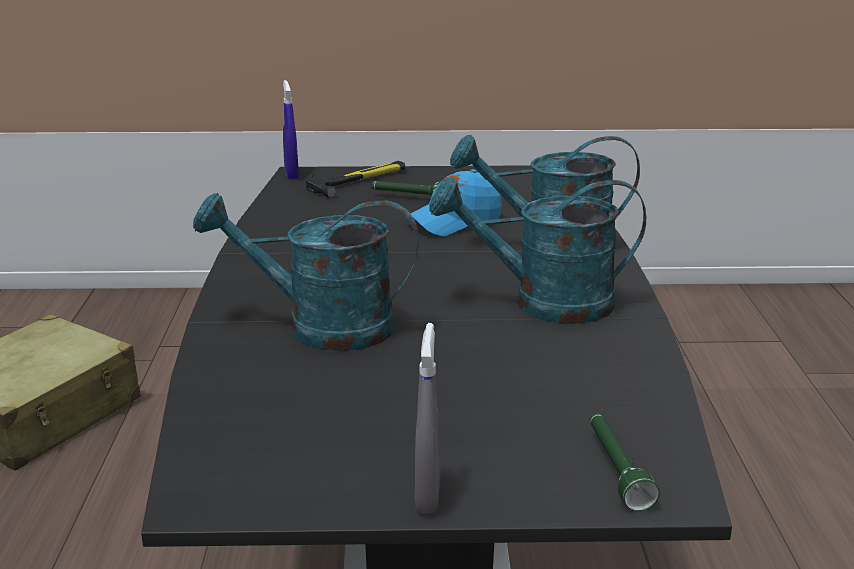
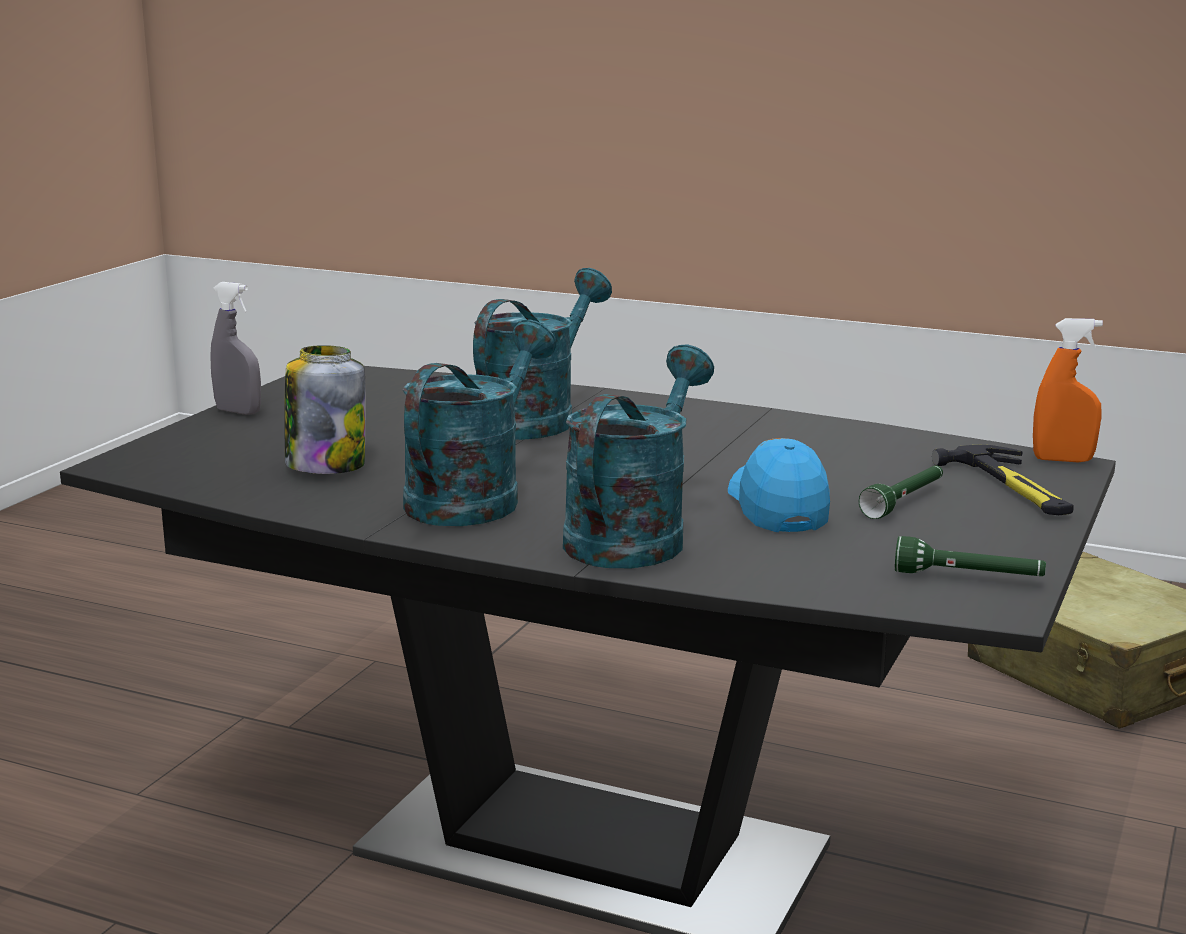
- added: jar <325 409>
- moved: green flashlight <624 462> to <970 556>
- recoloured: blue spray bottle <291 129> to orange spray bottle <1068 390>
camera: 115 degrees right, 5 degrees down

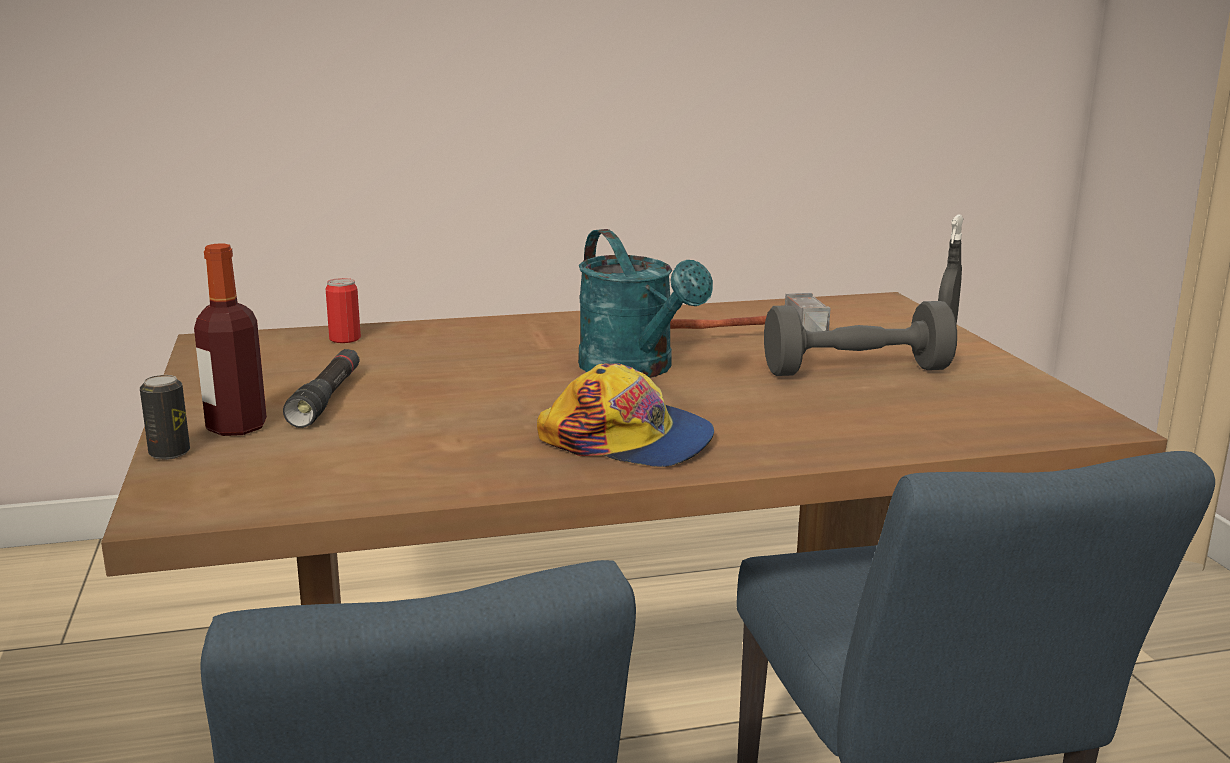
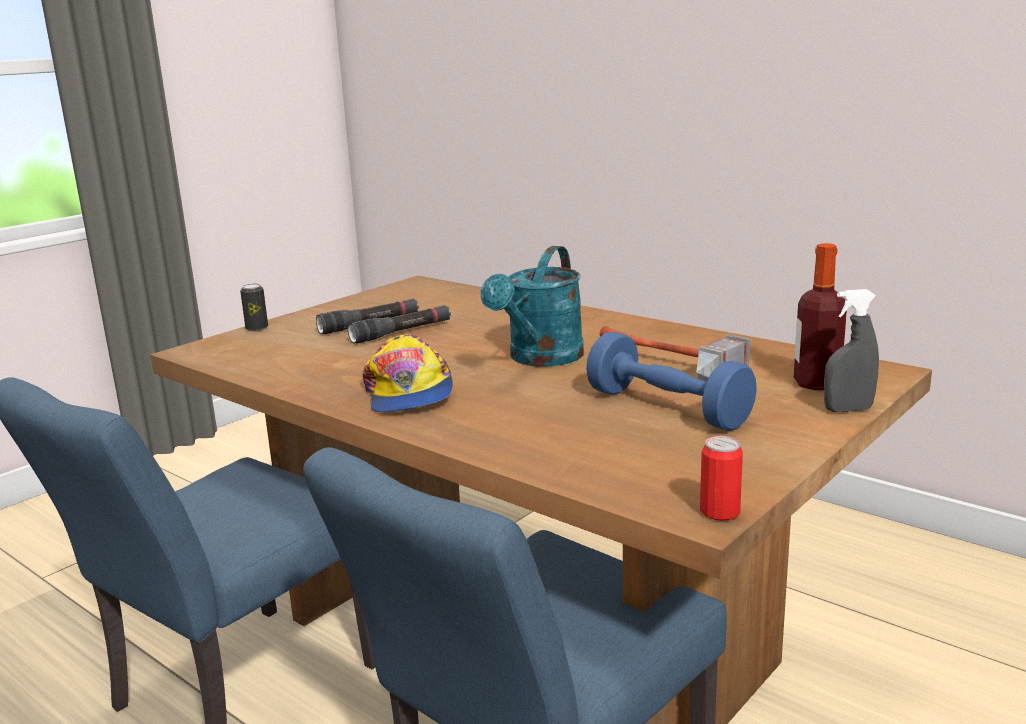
- added: black flashlight <399 324>
- moved: bottle <230 340> to <820 316>
- moved: can <343 310> to <721 478>
- recoloured: grey dumbbell <860 338> to blue dumbbell <671 381>
camera: 55 degrees right, 0 degrees up

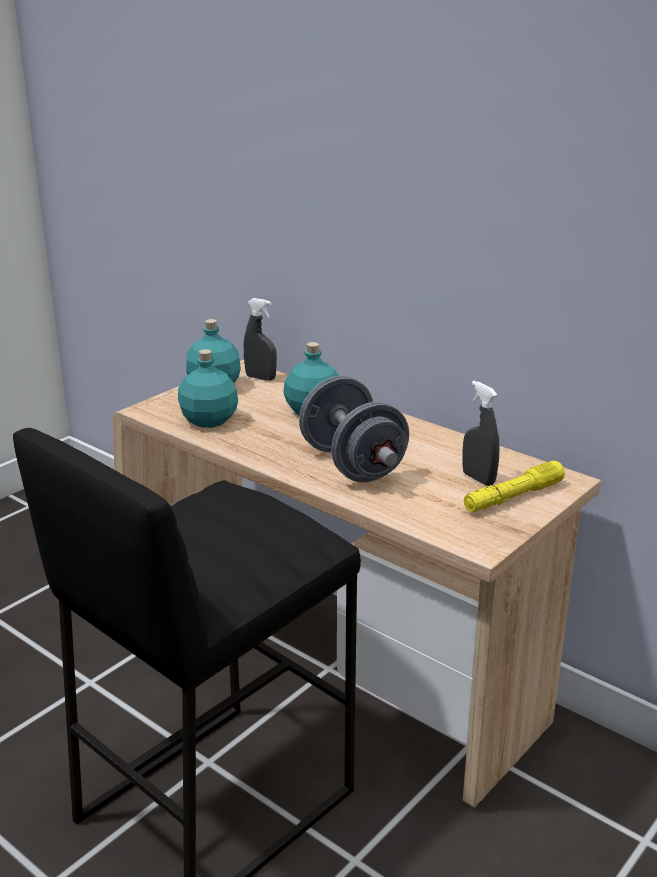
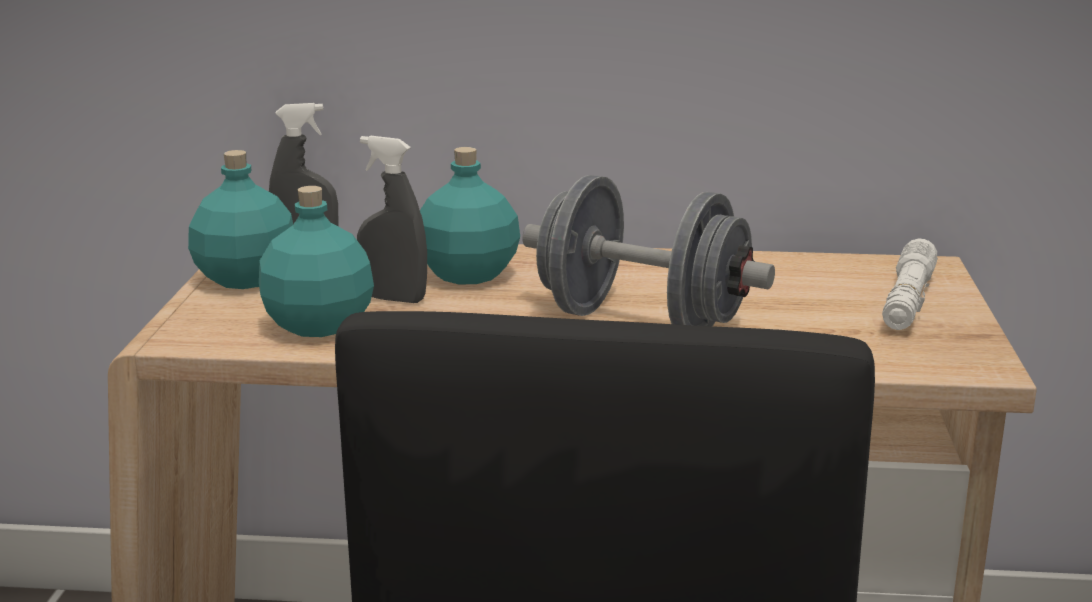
- moved: grey spray bottle <481 433> to <392 219>
- recoloured: yellow flashlight <514 486> to white flashlight <910 284>
camera: 35 degrees left, 5 degrees down

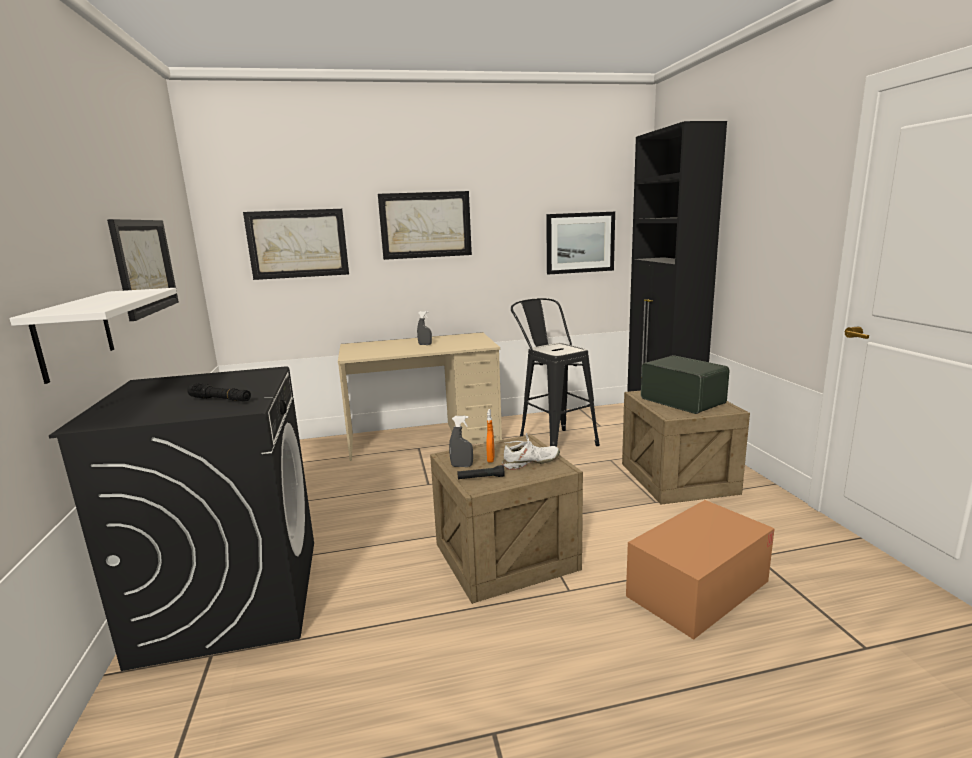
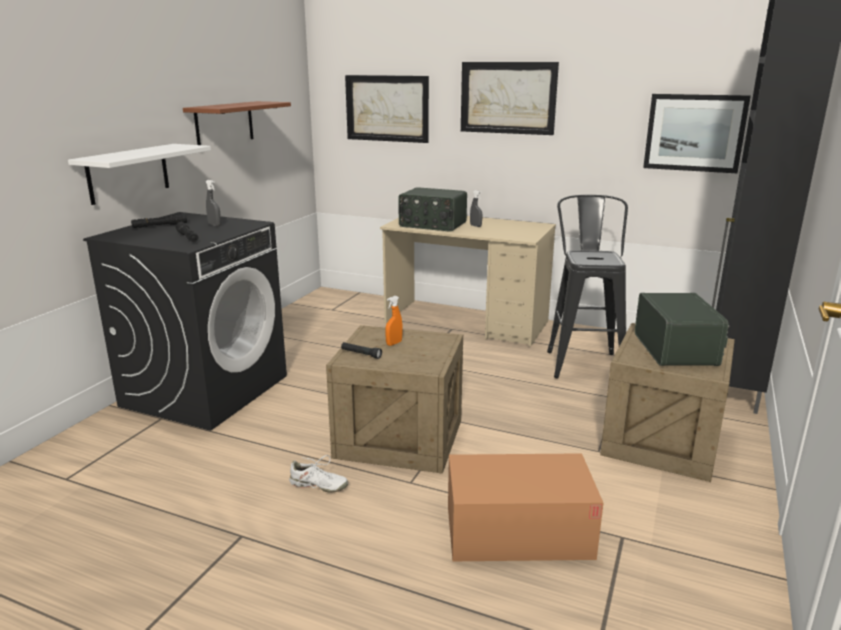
- added: black flashlight <159 221>
- added: radio <432 209>
- moved: grey spray bottle <461 441> to <213 203>
- moved: white shoe <531 451> to <318 474>
- replaced: picture <143 270> to brown shelf <237 123>
camera: 35 degrees right, 5 degrees up

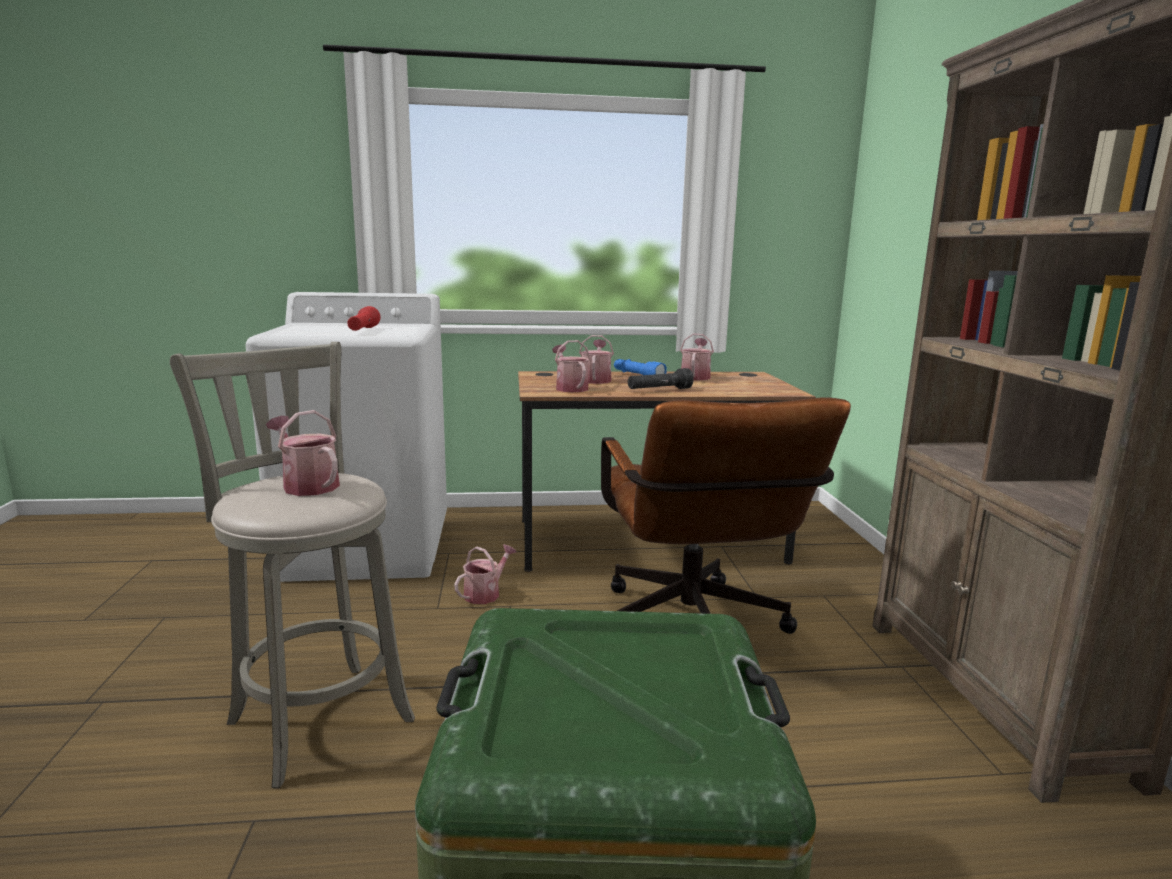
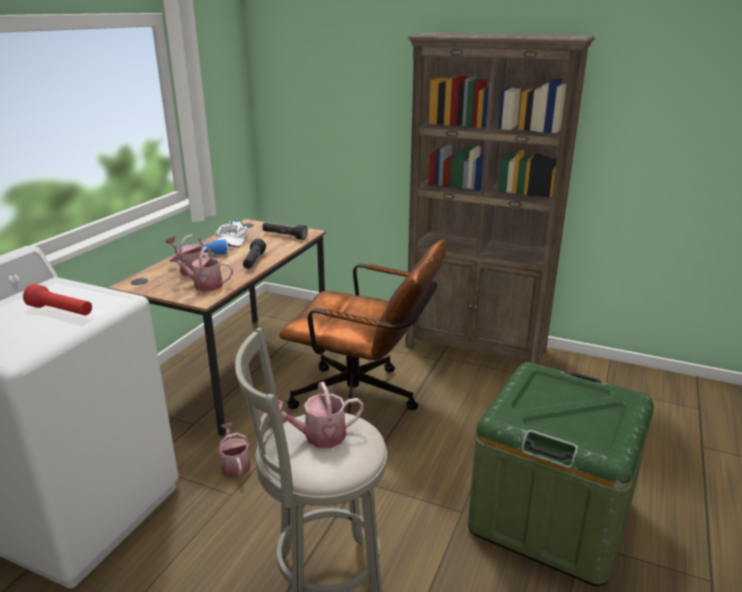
- added: black flashlight <285 231>
- replaced: watering can <697 357> to white cap <231 234>
camera: 60 degrees left, 10 degrees up

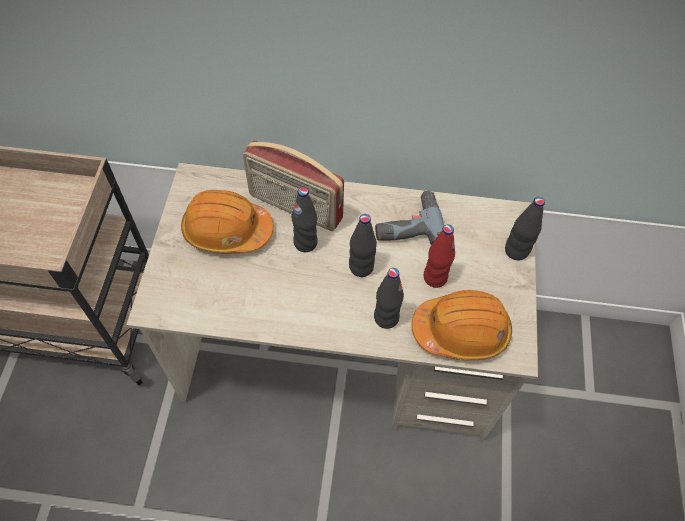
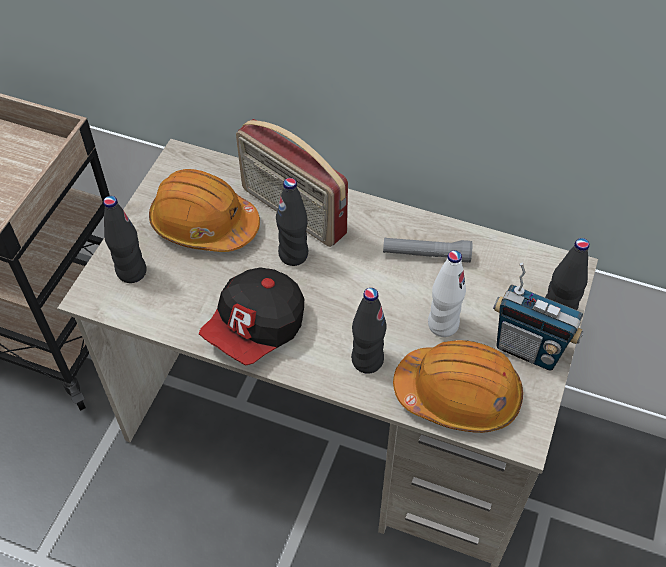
- added: cap <251 316>
- added: radio <538 317>
- moved: black bottle <363 245> to <125 239>
- replaced: power drill <410 217> to grey flashlight <427 249>
- recoloured: red bottle <439 256> to white bottle <447 293>
camera: 15 degrees right, 5 degrees down

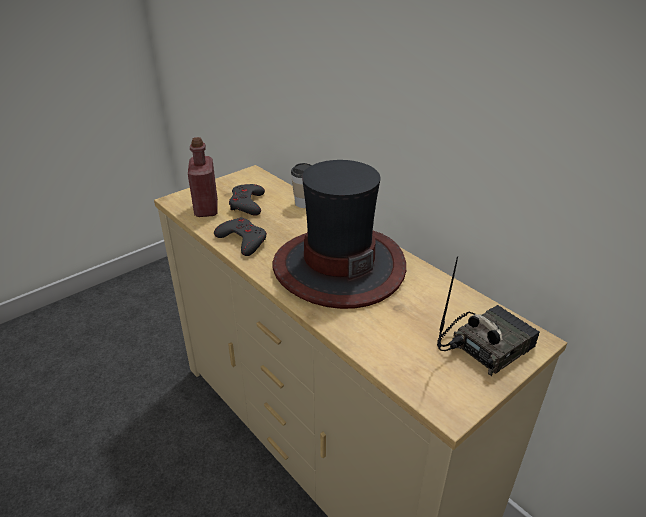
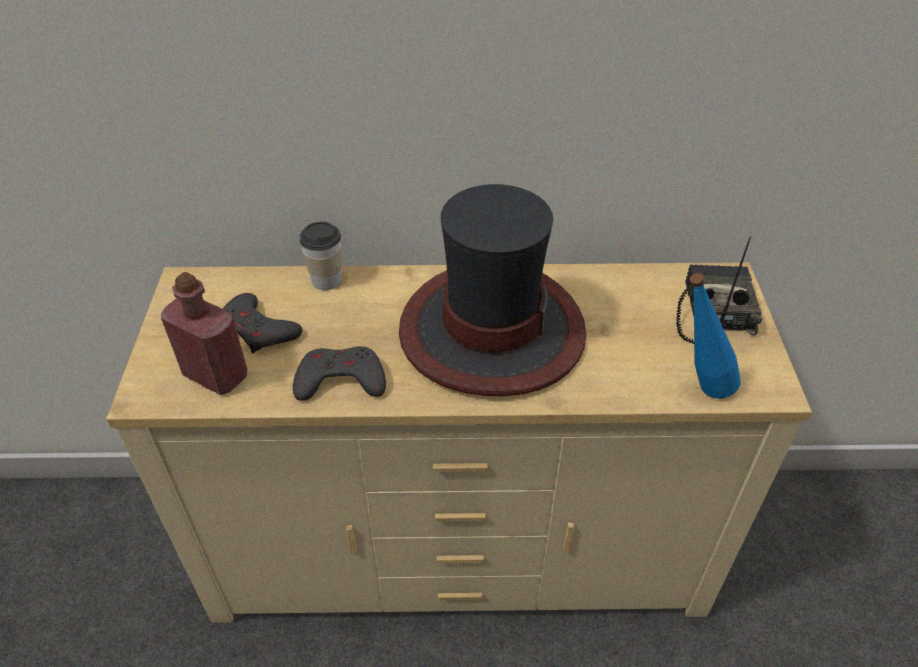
- added: blue bottle <715 335>
camera: 50 degrees left, 10 degrees up

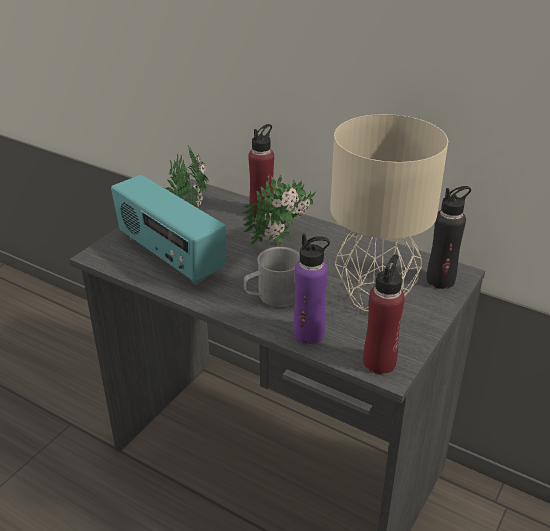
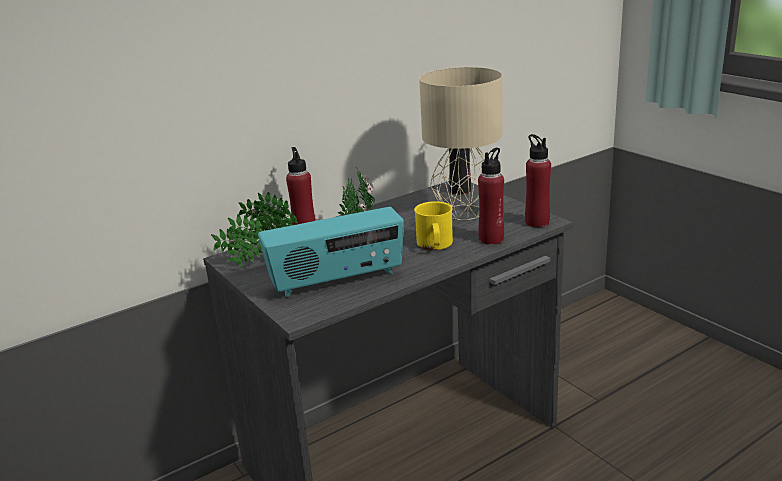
- recoloured: grey mug <272 277> to yellow mug <433 225>
- recoloured: purple bottle <311 289> to red bottle <491 196>
camera: 65 degrees left, 10 degrees down

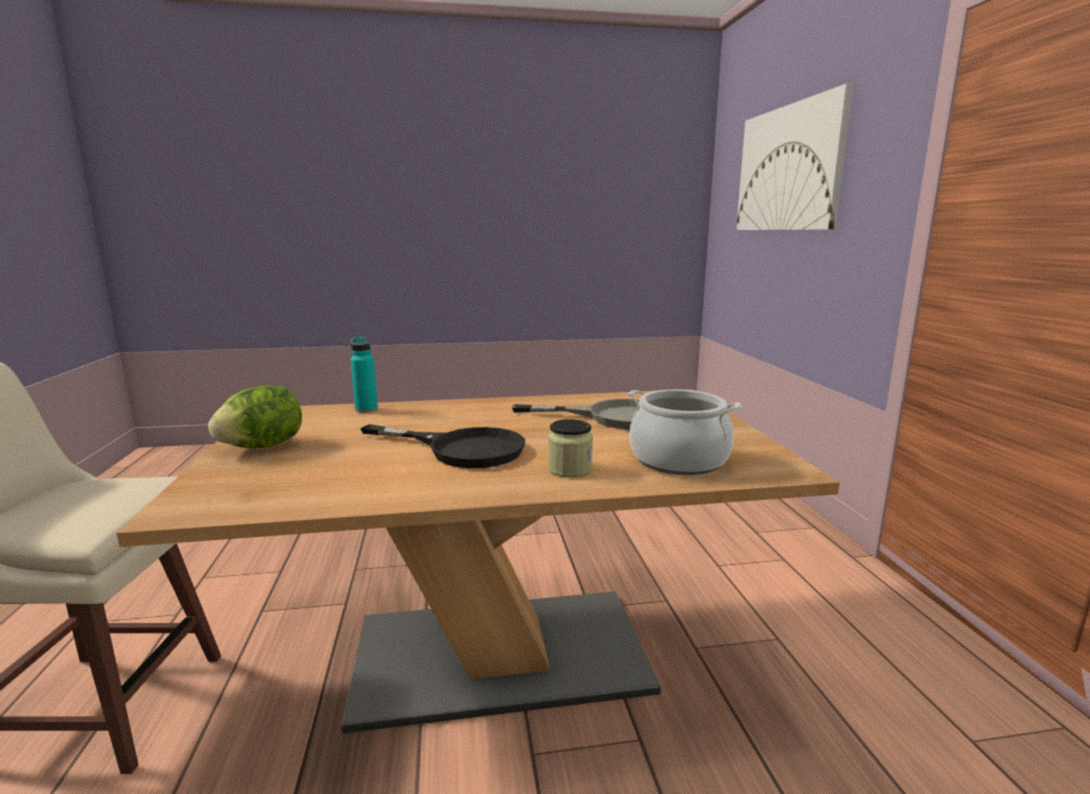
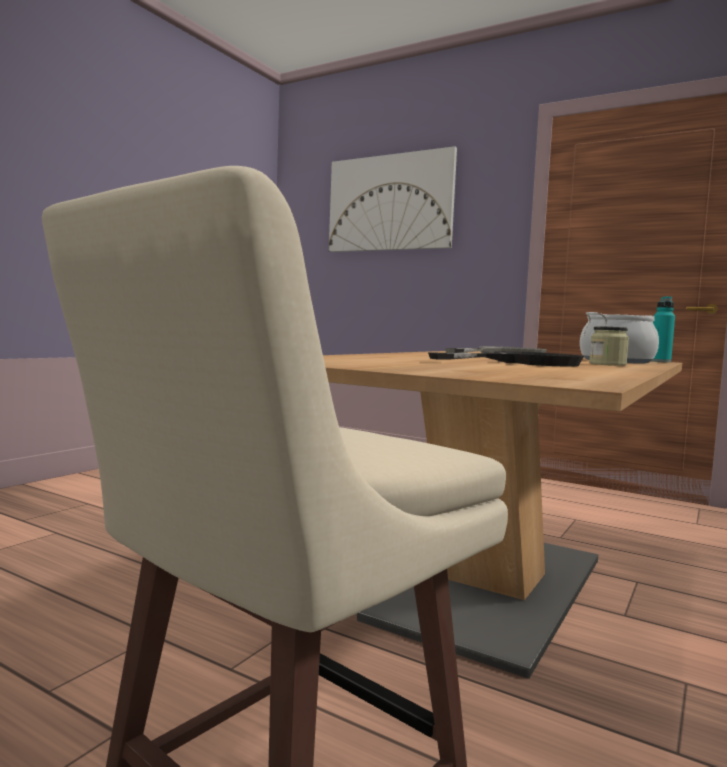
- removed: lettuce <255 417>
- moved: turquoise bottle <364 375> to <663 329>
camera: 50 degrees left, 10 degrees down

